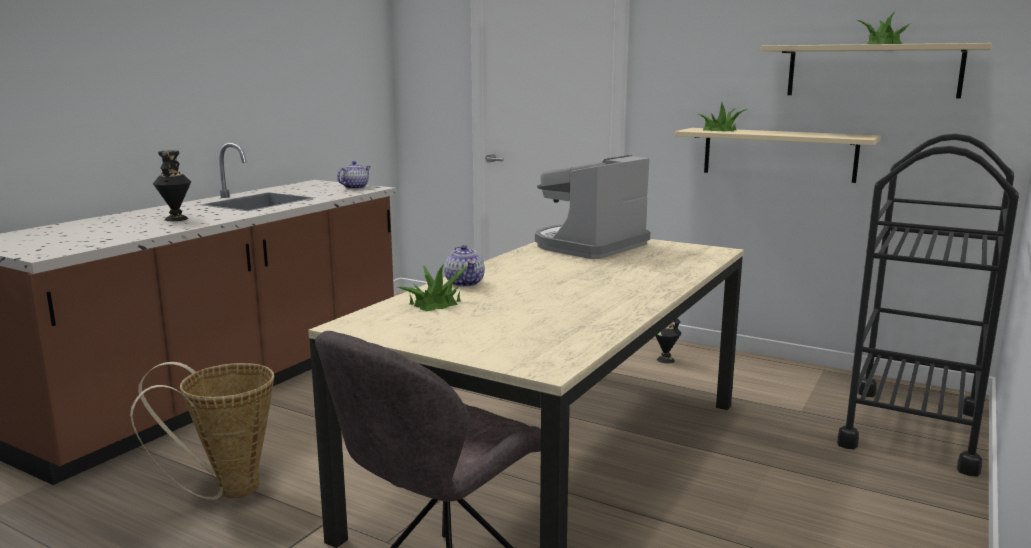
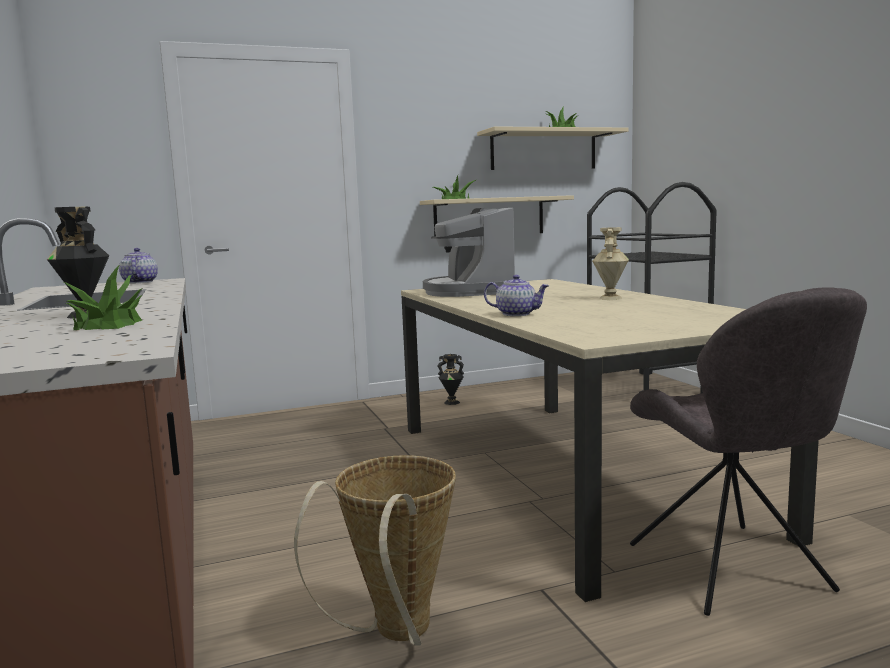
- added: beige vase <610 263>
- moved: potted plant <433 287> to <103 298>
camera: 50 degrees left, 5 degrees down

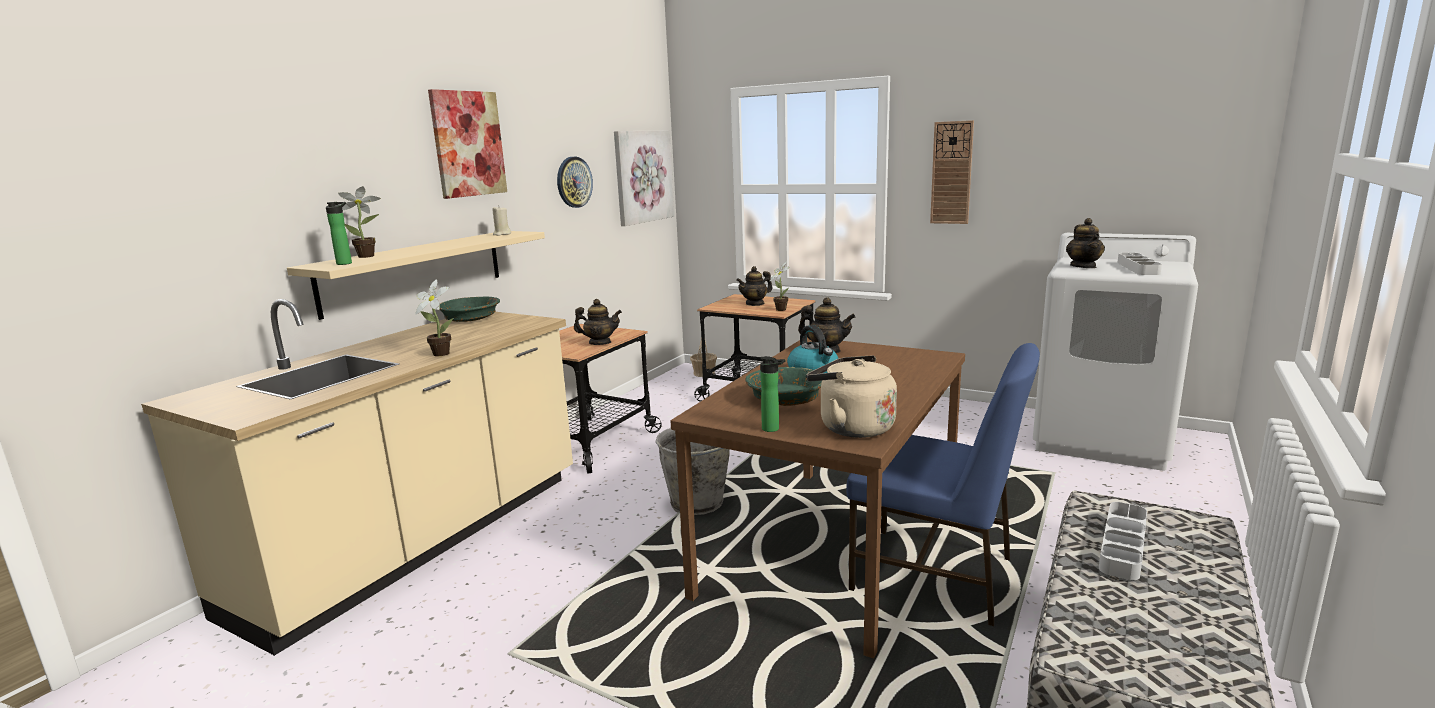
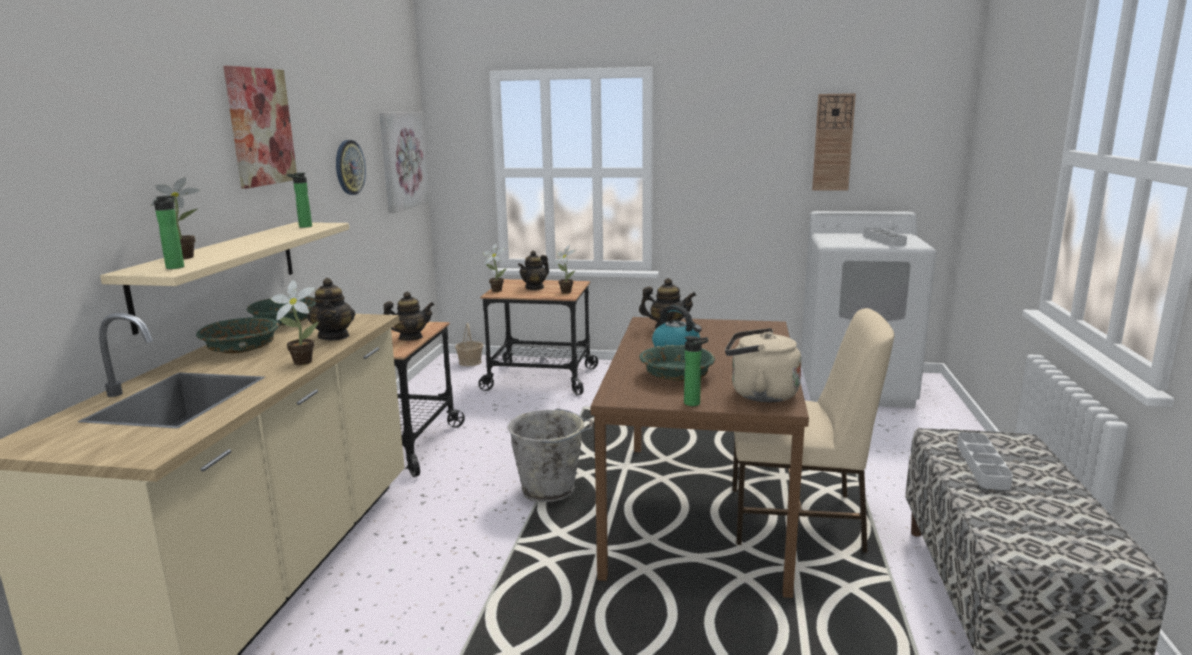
- added: green bowl <237 335>
- added: potted plant <495 268>
- moved: wall clock <952 172> to <834 142>
- moved: teapot <1085 243> to <331 309>
- replaced: beige candle <501 220> to bottle <299 200>
- recoloured: blue chair <943 484> to beige chair <813 430>
camera: 20 degrees left, 0 degrees up

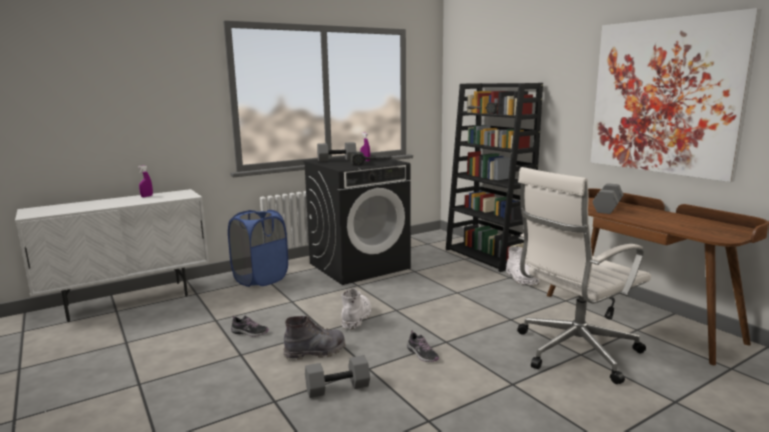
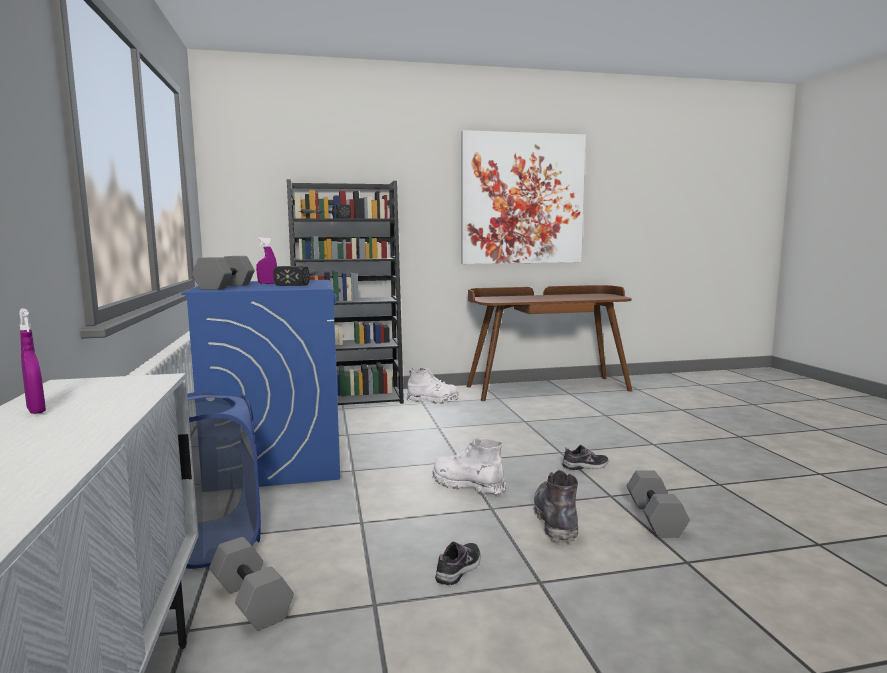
- removed: white office chair <584 275>
- moved: grey dumbbell <608 198> to <251 584>
- recoloured: black washing machine <357 220> to blue washing machine <260 383>
camera: 70 degrees left, 5 degrees down

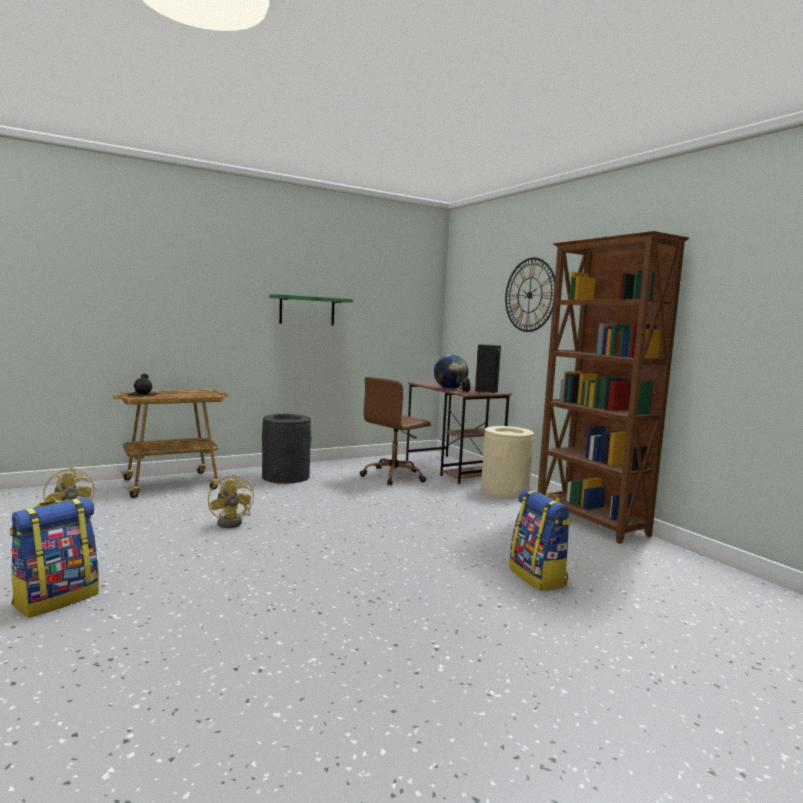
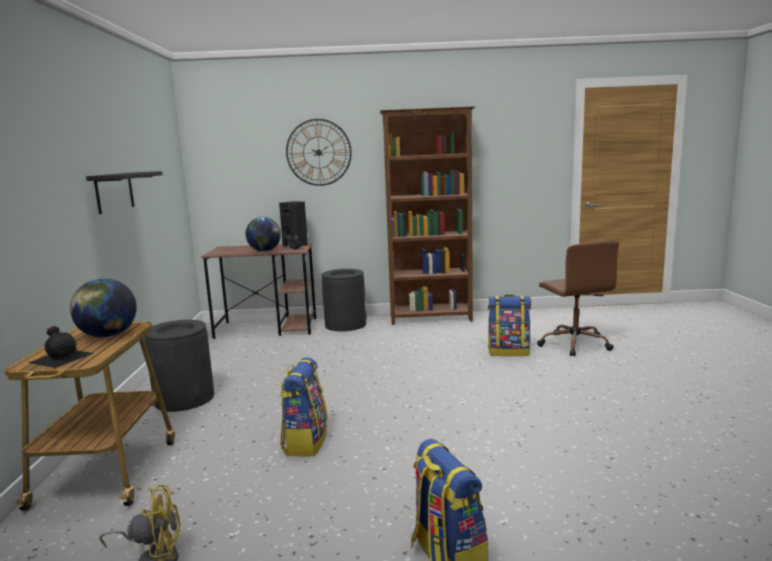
- added: globe <103 308>
- moved: brown office chair <395 431> to <578 298>
- replaced: yellow fan <231 501> to backpack <304 406>
- recoloured: green shelf <311 310> to black shelf <124 192>
- recoloured: beige trash can <507 462> to black trash can <344 300>
camera: 60 degrees left, 5 degrees up

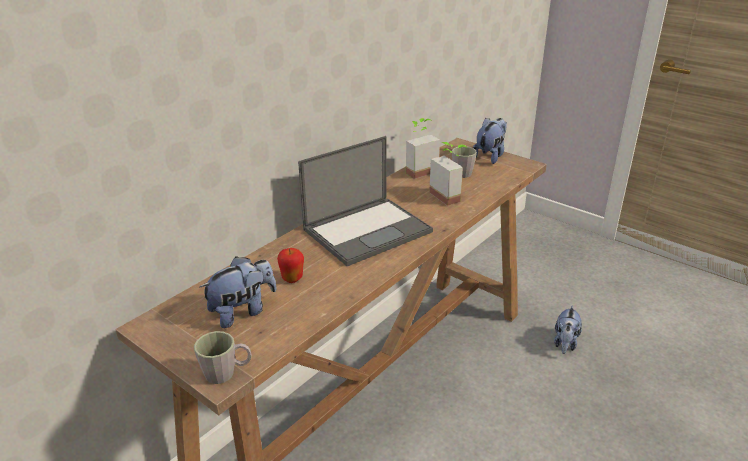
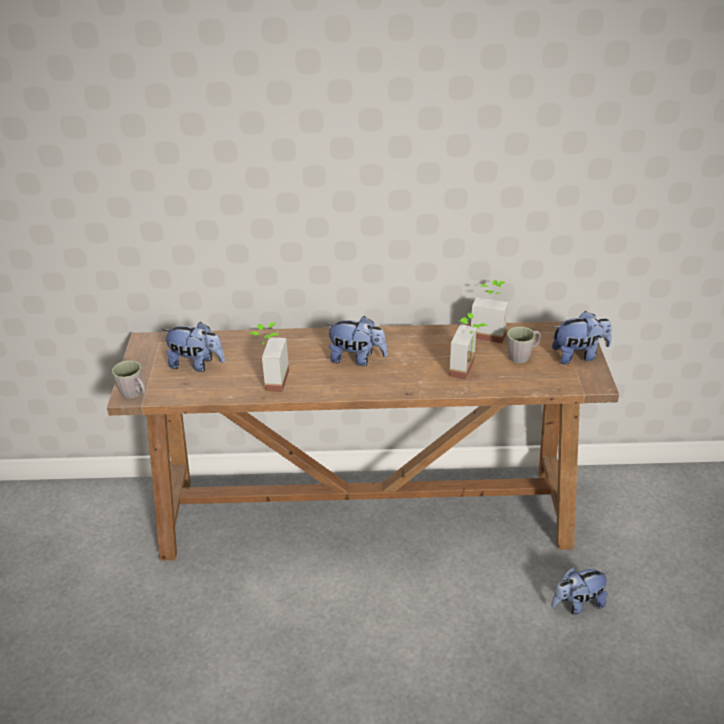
- removed: apple <290 265>
- added: potted plant <269 357>
- replaced: laptop <365 201> to plush toy <357 341>
camera: 50 degrees right, 5 degrees up

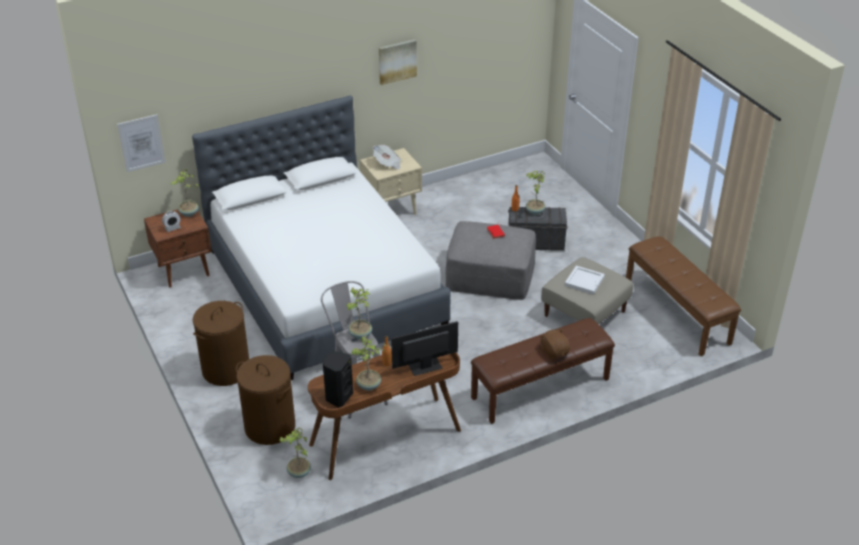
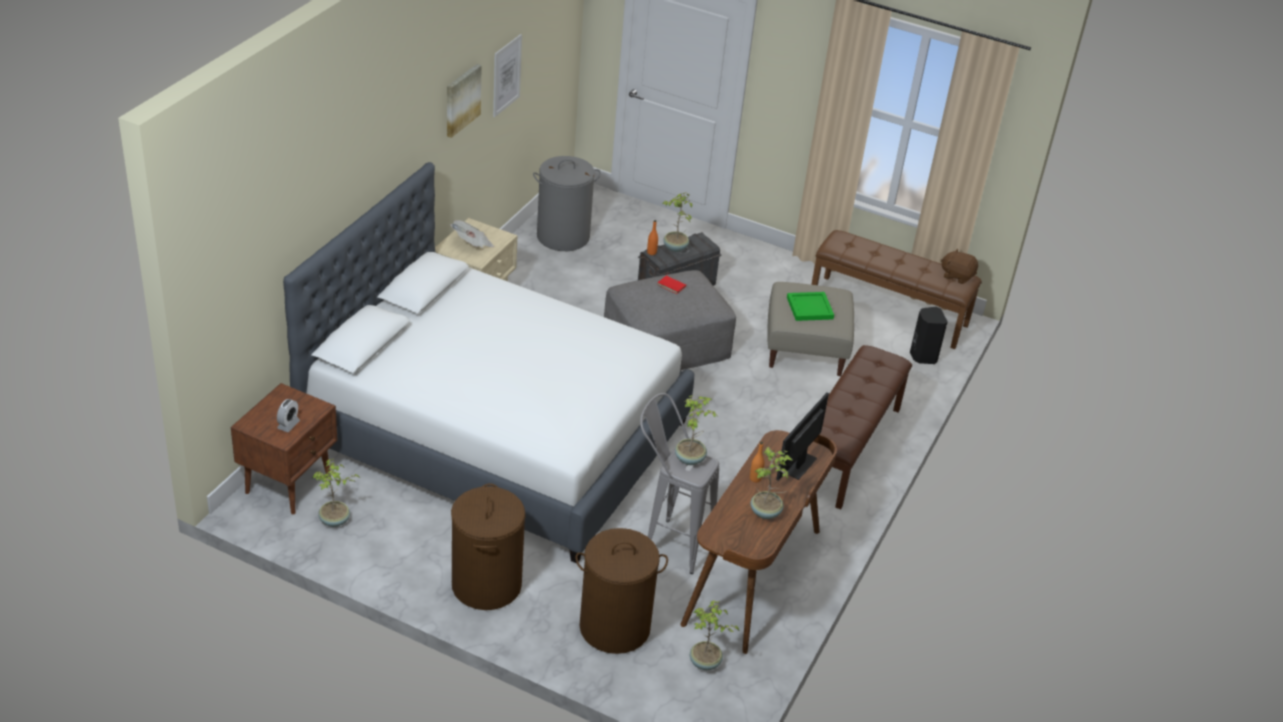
- added: grey laundry basket <567 203>
- moved: picture <141 143> to <507 75>
- moved: potted plant <184 193> to <336 492>
- moved: black speaker <338 379> to <929 335>
- moved: brown plush toy <555 344> to <959 266>
- recoloured: white tray <585 280> to green tray <810 306>
camera: 40 degrees left, 0 degrees up

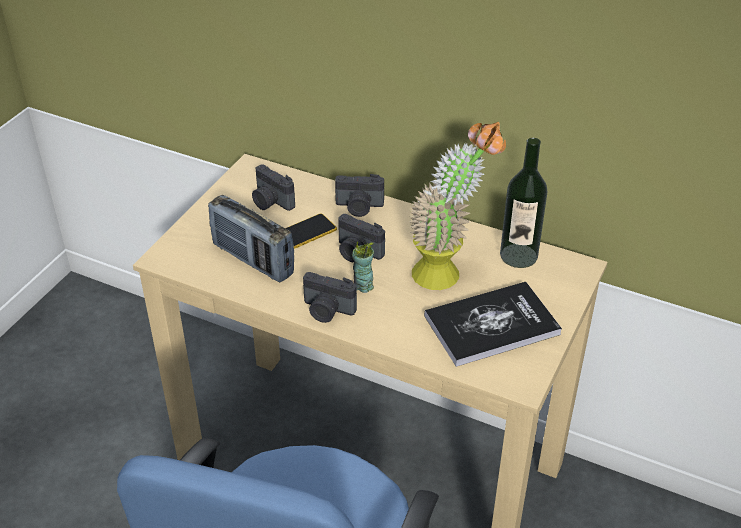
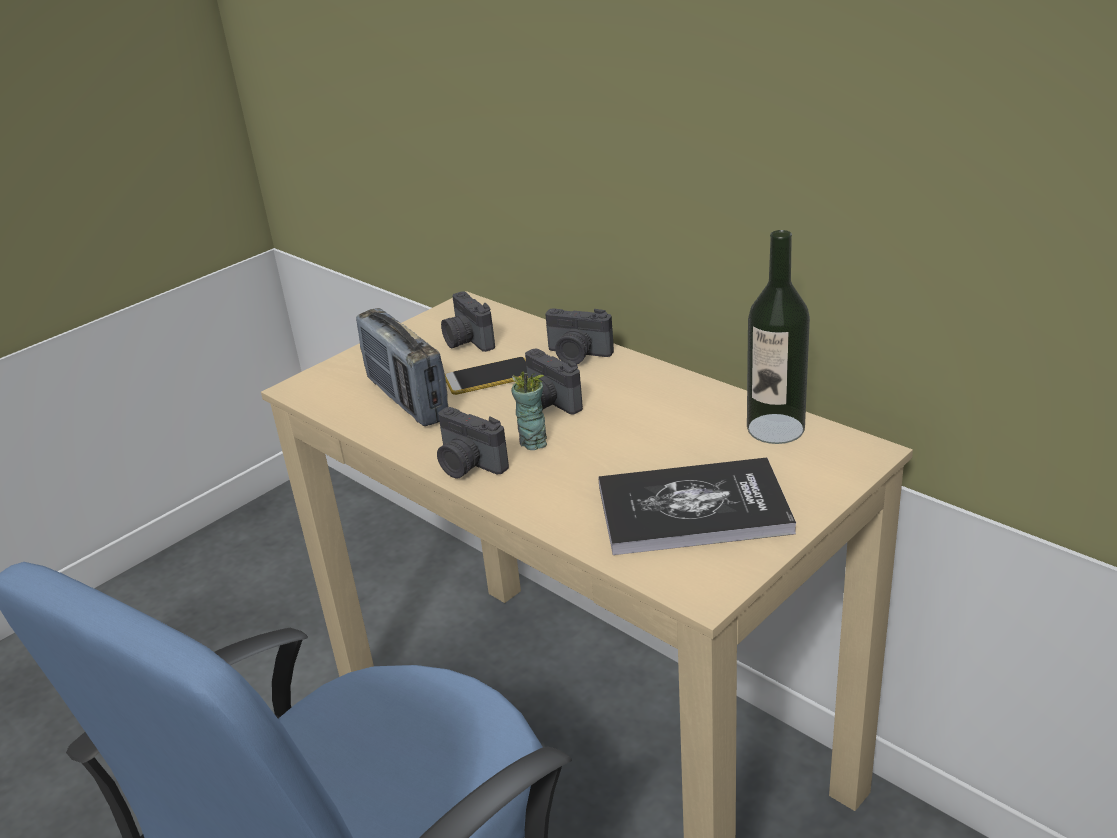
- removed: potted plant <457 206>
camera: 20 degrees right, 10 degrees down

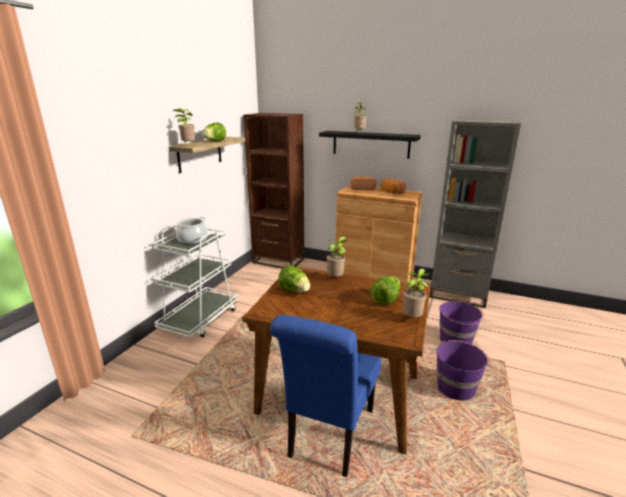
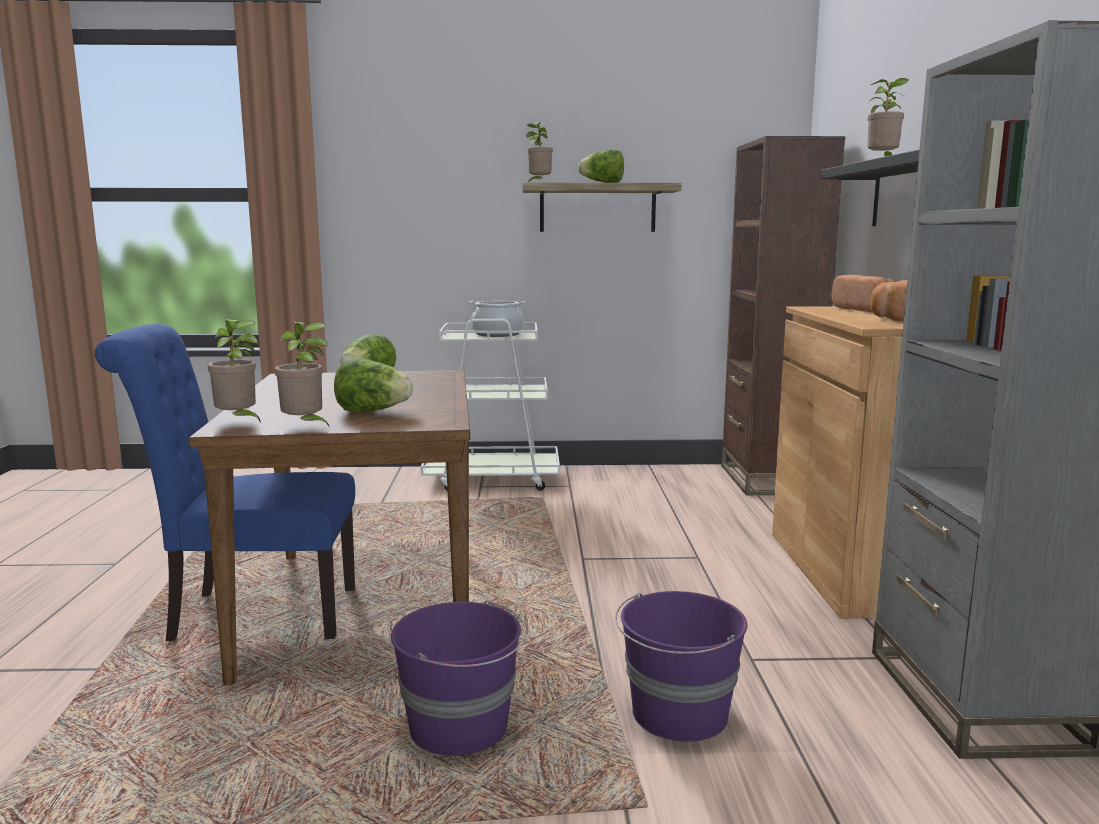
- moved: potted plant <337 257> to <234 371>
camera: 65 degrees right, 10 degrees down

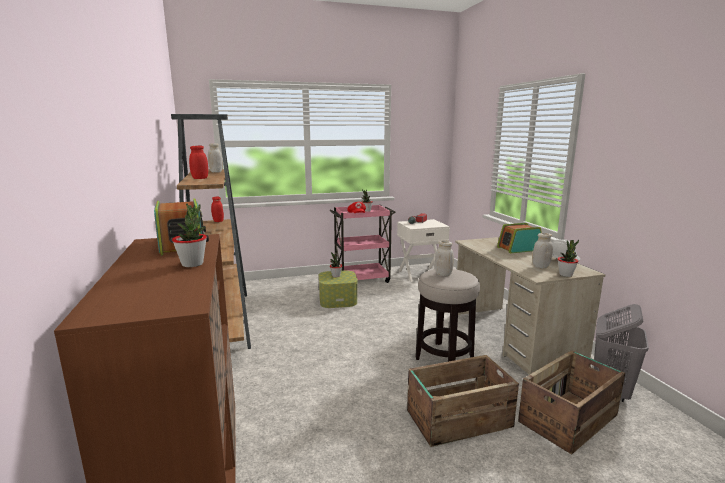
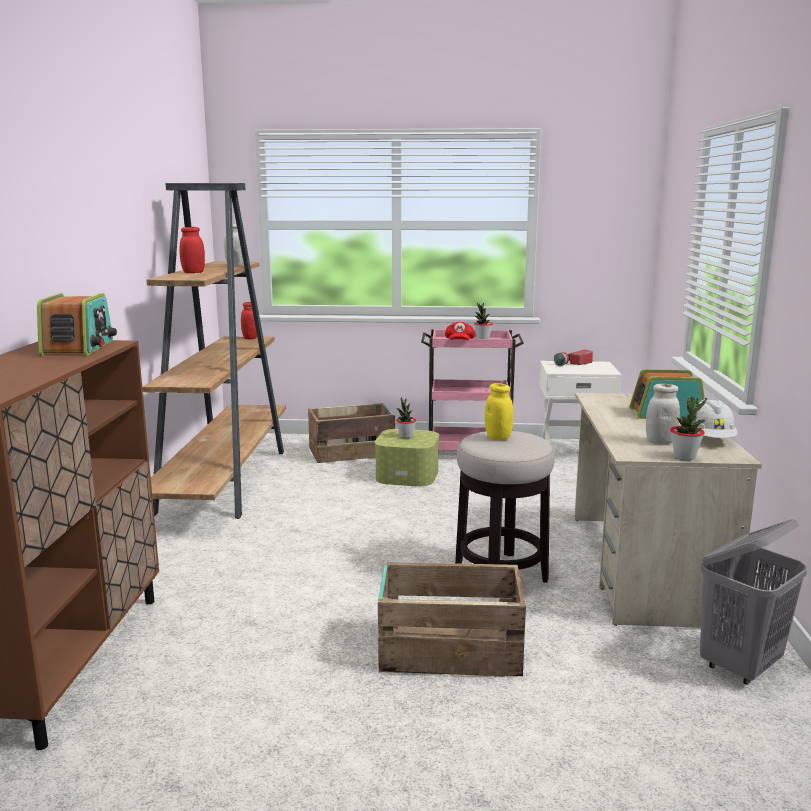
- removed: potted plant <189 235>
- moved: crate <571 402> to <351 433>
- recoloured: white jar <444 258> to yellow jar <499 411>
camera: 20 degrees right, 0 degrees up

